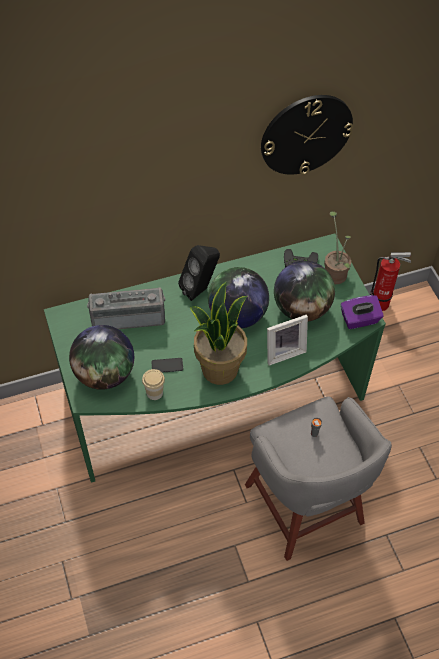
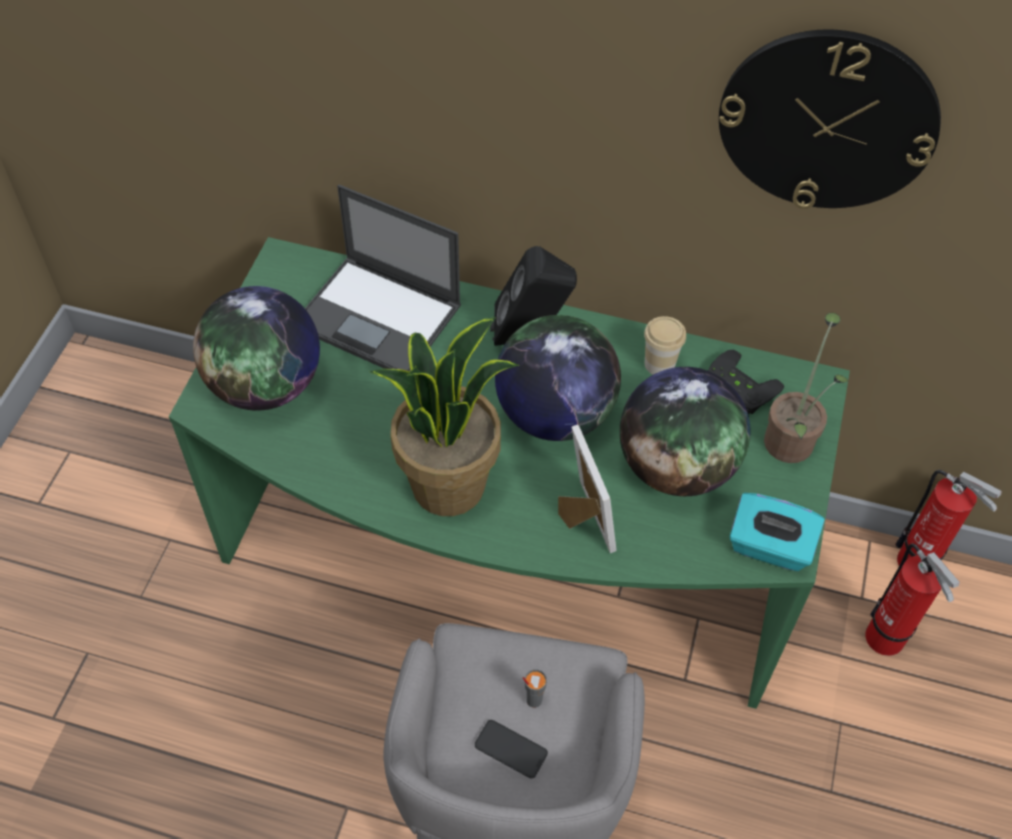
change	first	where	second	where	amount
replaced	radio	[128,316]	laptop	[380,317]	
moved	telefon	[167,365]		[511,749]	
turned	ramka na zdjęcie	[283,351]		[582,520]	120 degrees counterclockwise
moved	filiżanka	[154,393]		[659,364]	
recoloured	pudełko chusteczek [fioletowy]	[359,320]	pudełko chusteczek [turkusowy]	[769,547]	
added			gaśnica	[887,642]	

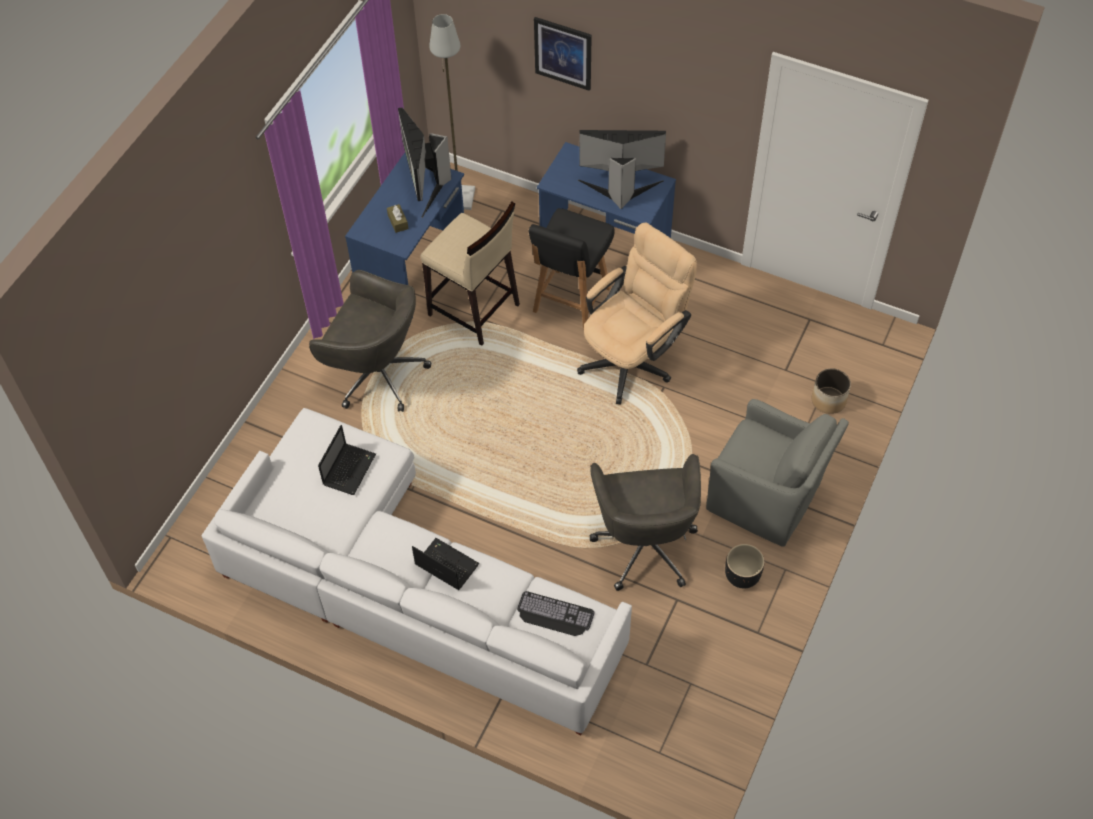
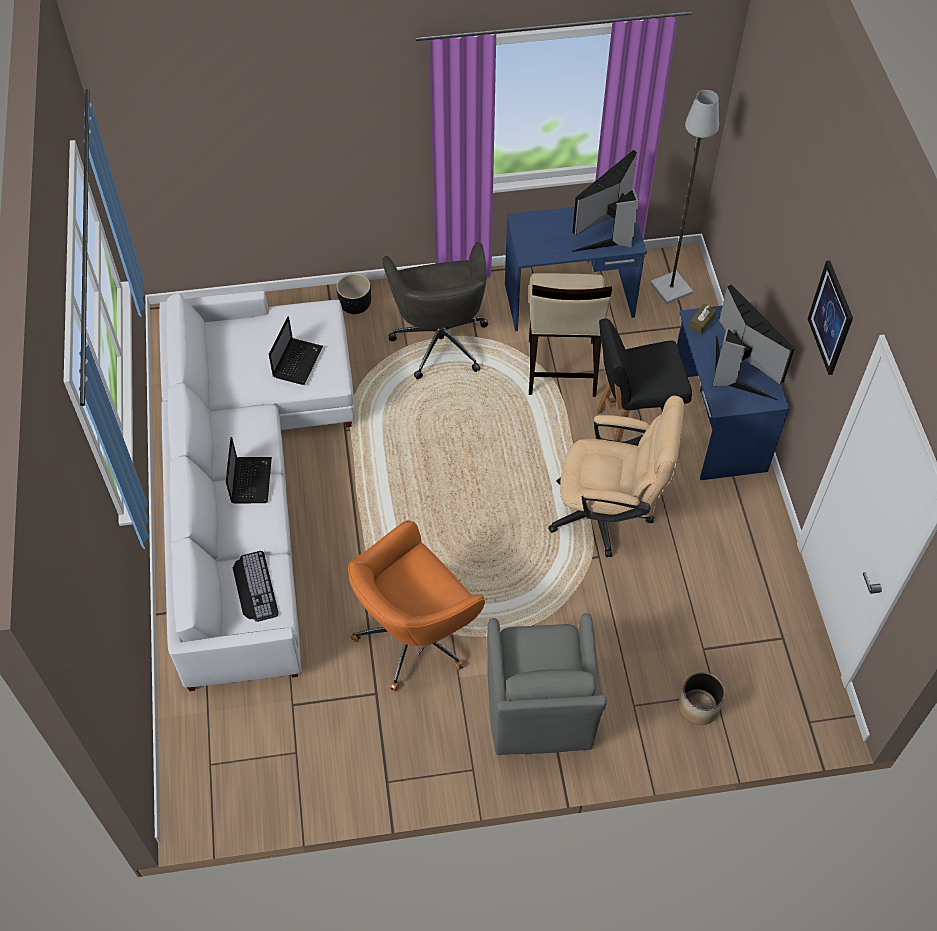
change	first	where	second	where	amount
turned	laptop	[349,468]		[298,361]	60 degrees counterclockwise
moved	donica [czarny]	[742,575]		[355,305]	
recoloured	krzesło biurowe [szary]	[645,544]	krzesło biurowe [pomarańczowy]	[415,635]	
moved	pudełko chusteczek [brązowy]	[398,222]		[701,322]	
moved	obraz	[563,53]		[831,318]	

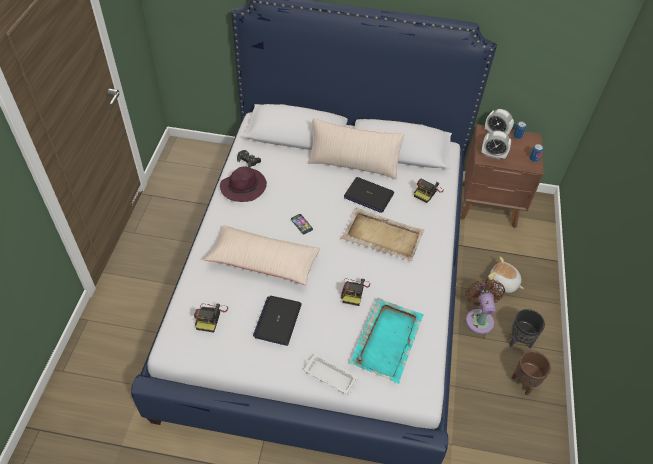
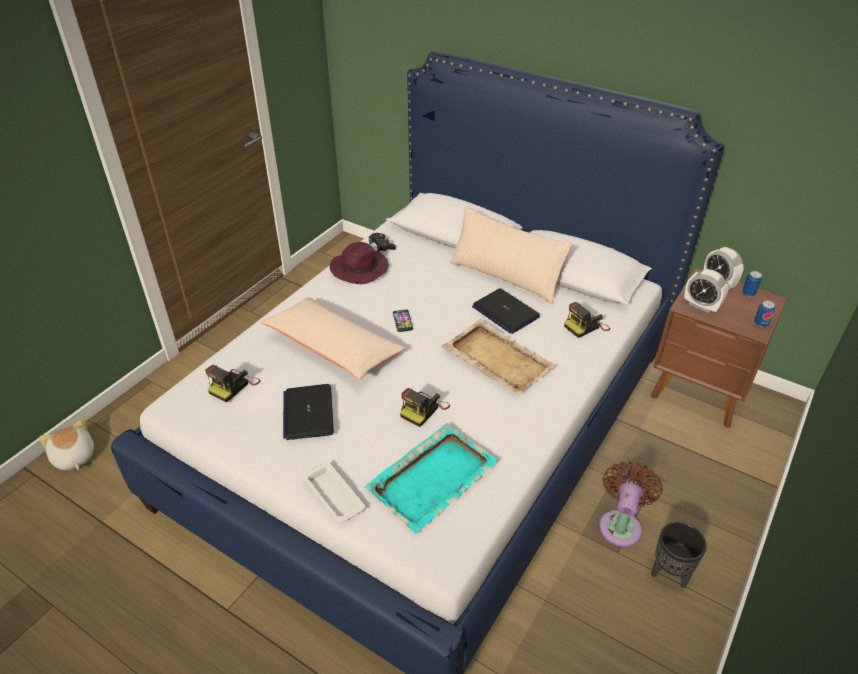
change	first	where	second	where	amount
moved	pluszak	[502,283]		[73,457]	
turned	laptop	[277,320]		[308,412]	45 degrees counterclockwise
removed	donica [brązowy]	[524,383]			

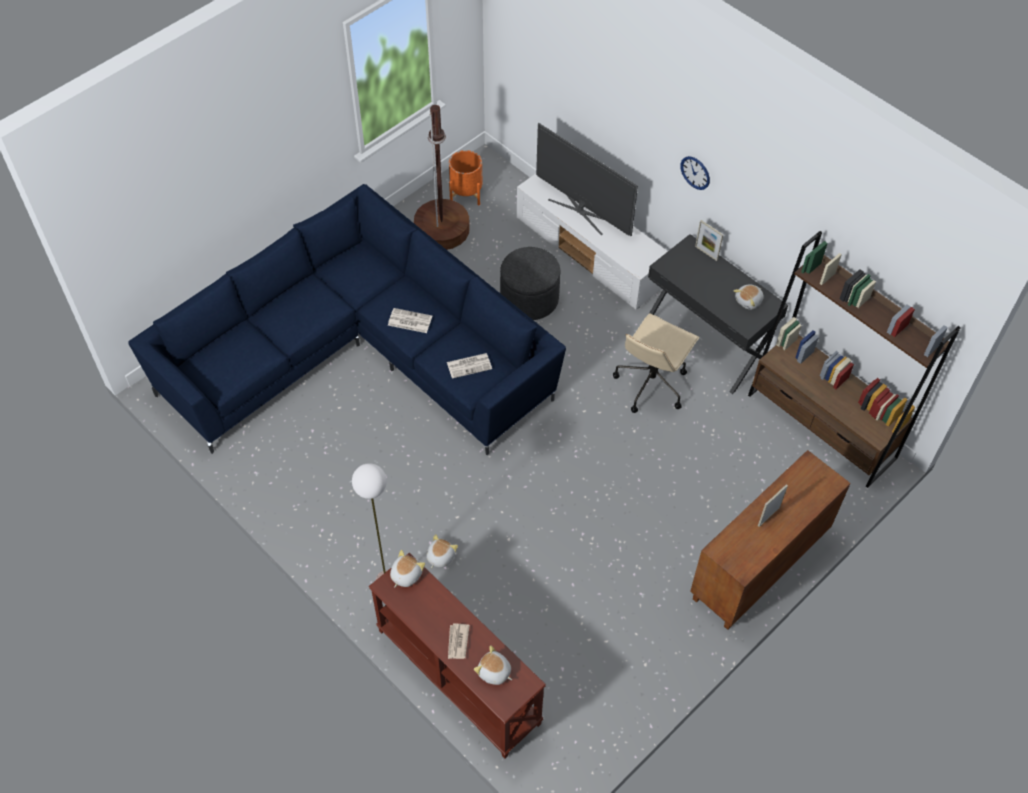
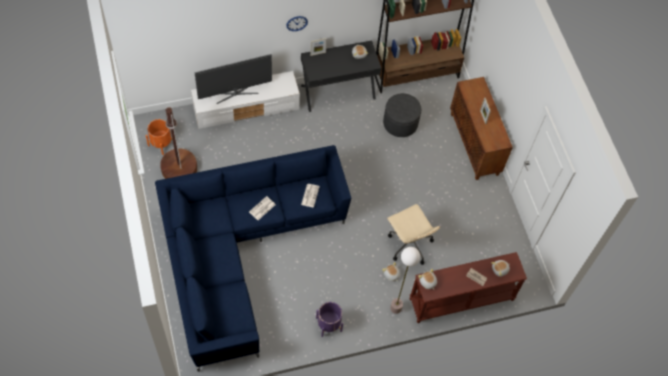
change	first	where	second	where	amount
added			donica [fioletowy]	[328,324]	
moved	pufa [szary]	[529,298]		[400,123]	
moved	krzesło biurowe [beżowy]	[651,383]		[409,244]	

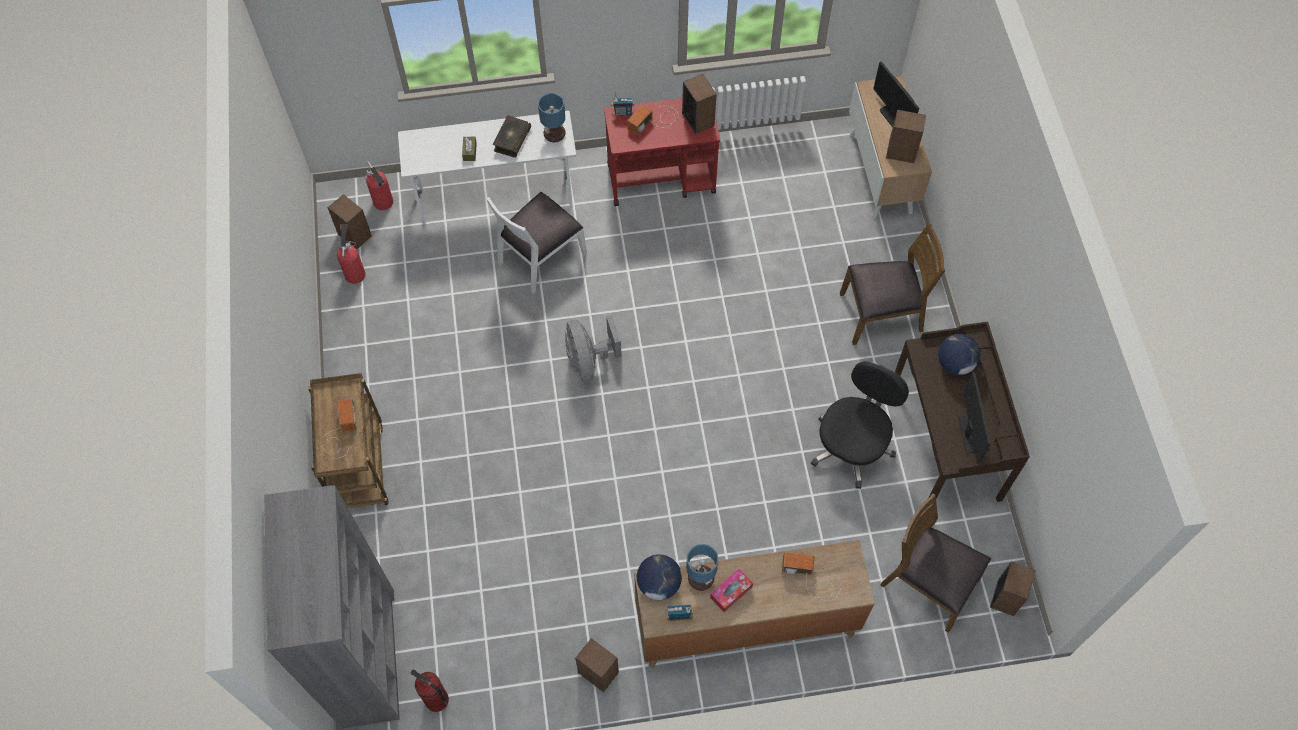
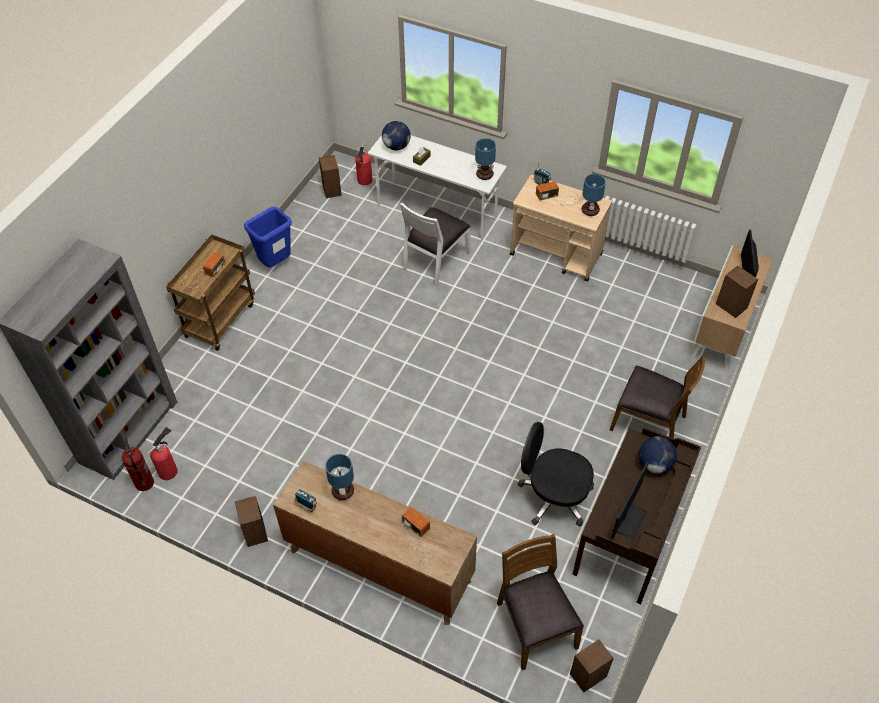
change	first	where	second	where	amount
moved	gaśnica	[355,272]		[169,470]	
added			kosz na śmieci [niebieski]	[276,263]	
moved	globus	[658,584]		[396,146]	
turned	krzesło [biały]	[540,257]		[435,260]	45 degrees counterclockwise
recoloured	wózek [czerwony]	[662,179]	wózek [beżowy]	[556,254]	
turned	krzesło biurowe [czarny]	[852,446]		[553,496]	135 degrees counterclockwise
replaced	głośnik	[698,119]	lampa stołowa	[590,211]	
removed	książka	[511,140]			
removed	wentylator [szary]	[589,361]			
removed	pudełko chusteczek	[731,592]			

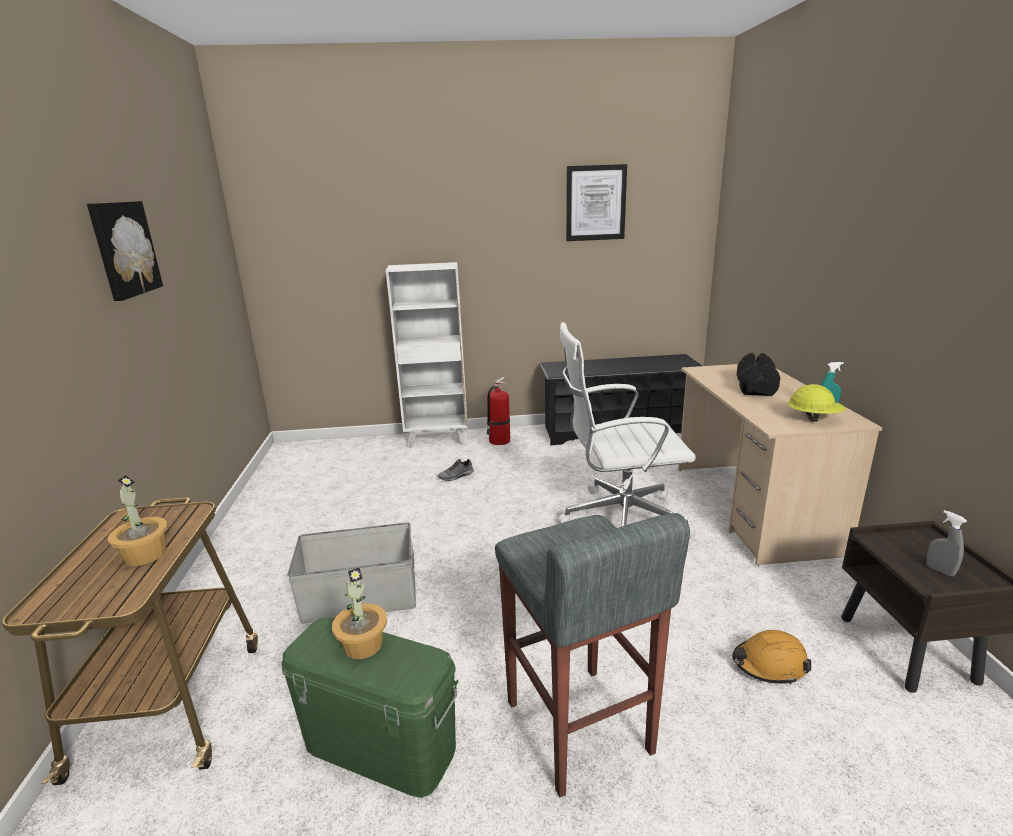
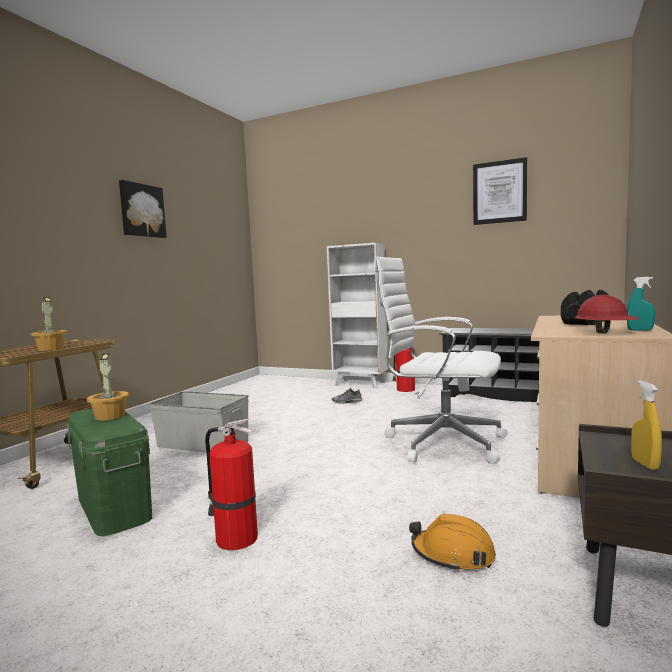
change	first	where	second	where	amount
replaced	stołek [szary]	[577,729]	gaśnica	[234,538]	
recoloured	kask [żółty]	[813,418]	kask [czerwony]	[606,333]	
recoloured	spryskiwacz [szary]	[940,570]	spryskiwacz [żółty]	[645,464]	

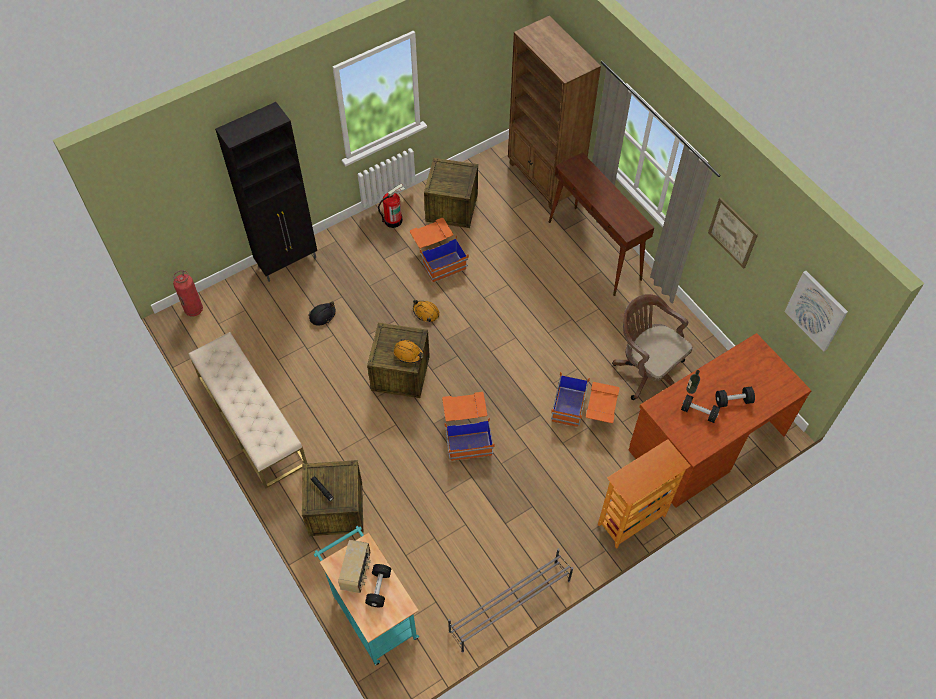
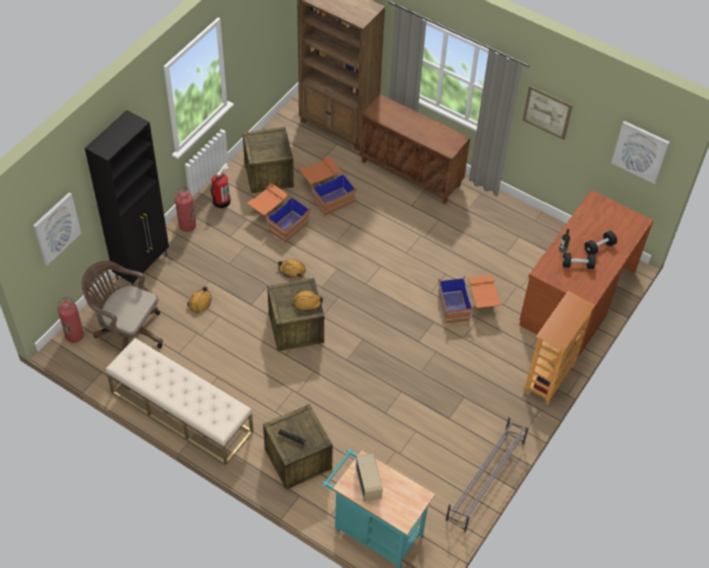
change	first	where	second	where	amount
added			obraz	[56,228]	
moved	krzesło biurowe [brązowy]	[646,369]		[127,332]	
added			gaśnica	[187,226]	
recoloured	kask [czarny]	[322,315]	kask [pomarańczowy]	[200,302]	
moved	pojemnik do przechowywania [pomarańczowy]	[467,432]		[327,193]	
replaced	stolik konsolowy [brązowy]	[594,251]	szafka [brązowy]	[411,173]	
removed	hantel [czarny]	[379,588]			

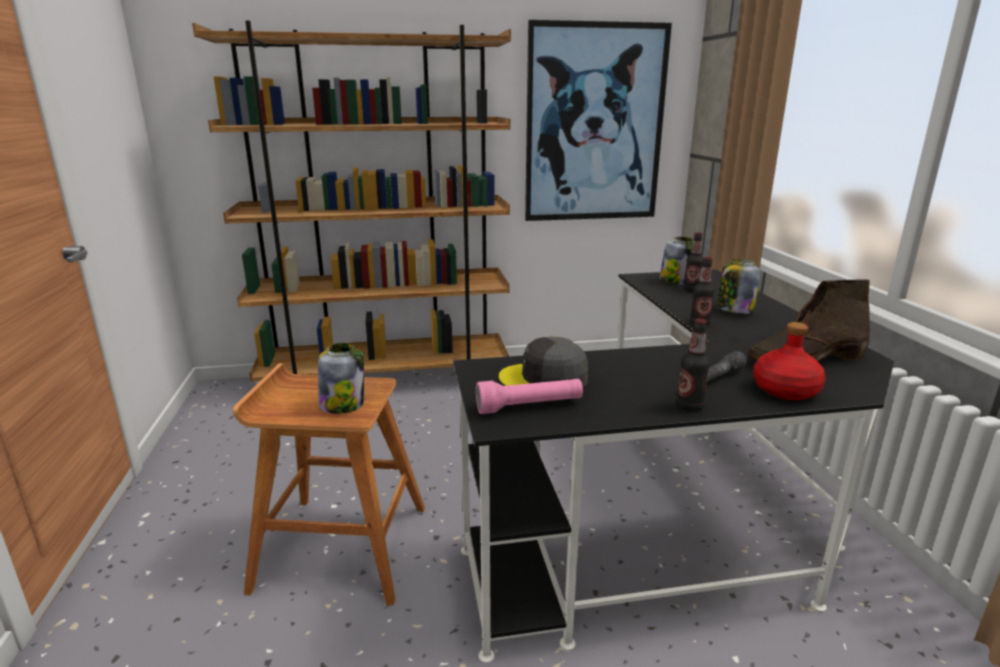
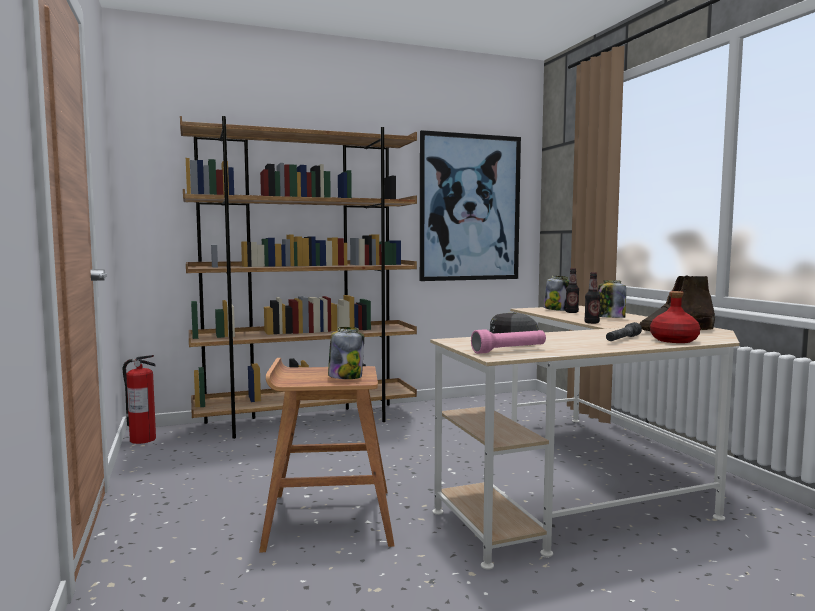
change	first	where	second	where	amount
added			gaśnica	[142,439]	
recoloured	biurko [czarny]	[673,515]	biurko [beżowy]	[589,480]	
removed	butelka	[689,407]			

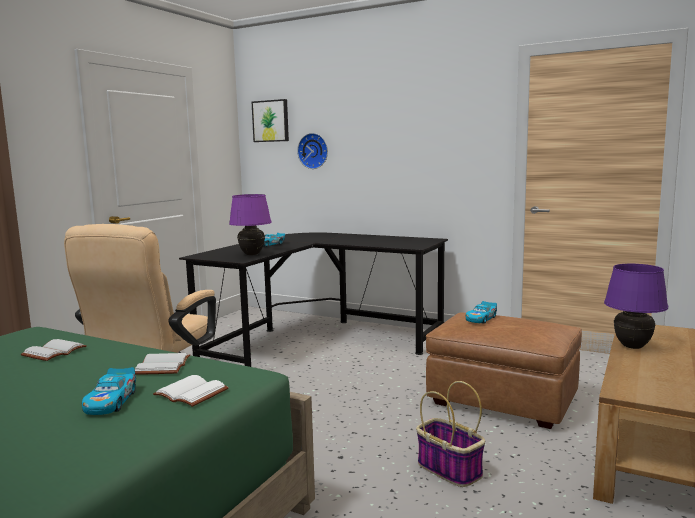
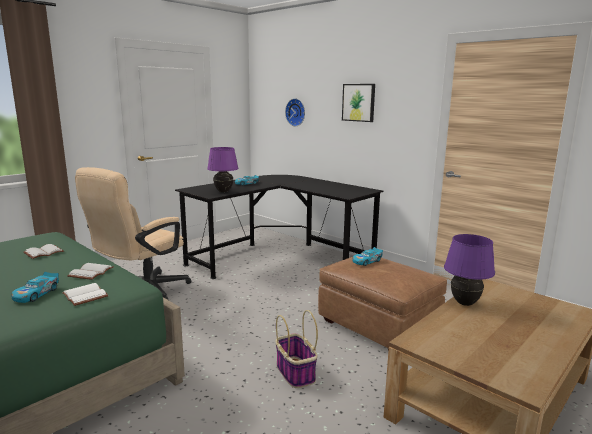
change	first	where	second	where	amount
moved	obraz	[271,121]		[359,102]	

